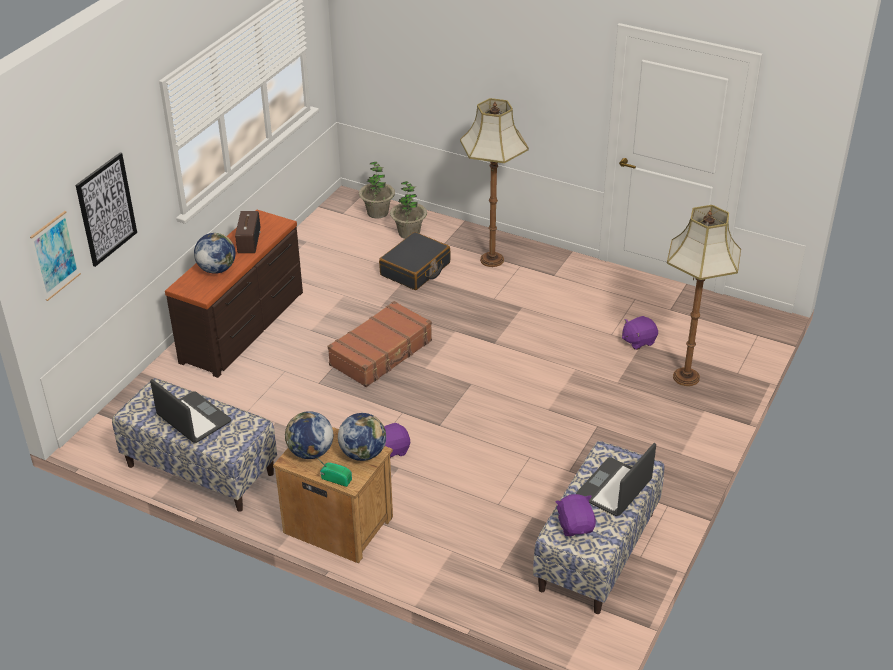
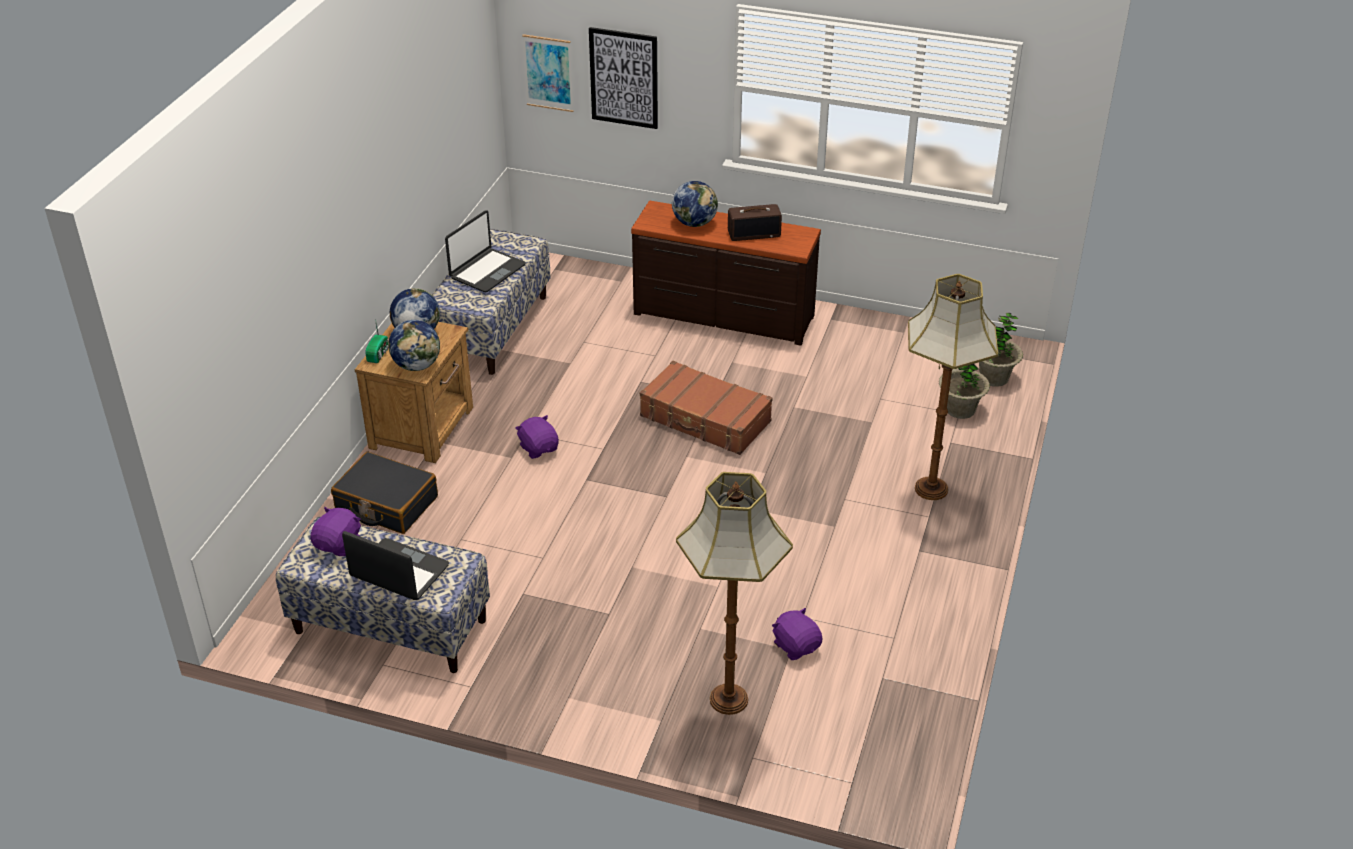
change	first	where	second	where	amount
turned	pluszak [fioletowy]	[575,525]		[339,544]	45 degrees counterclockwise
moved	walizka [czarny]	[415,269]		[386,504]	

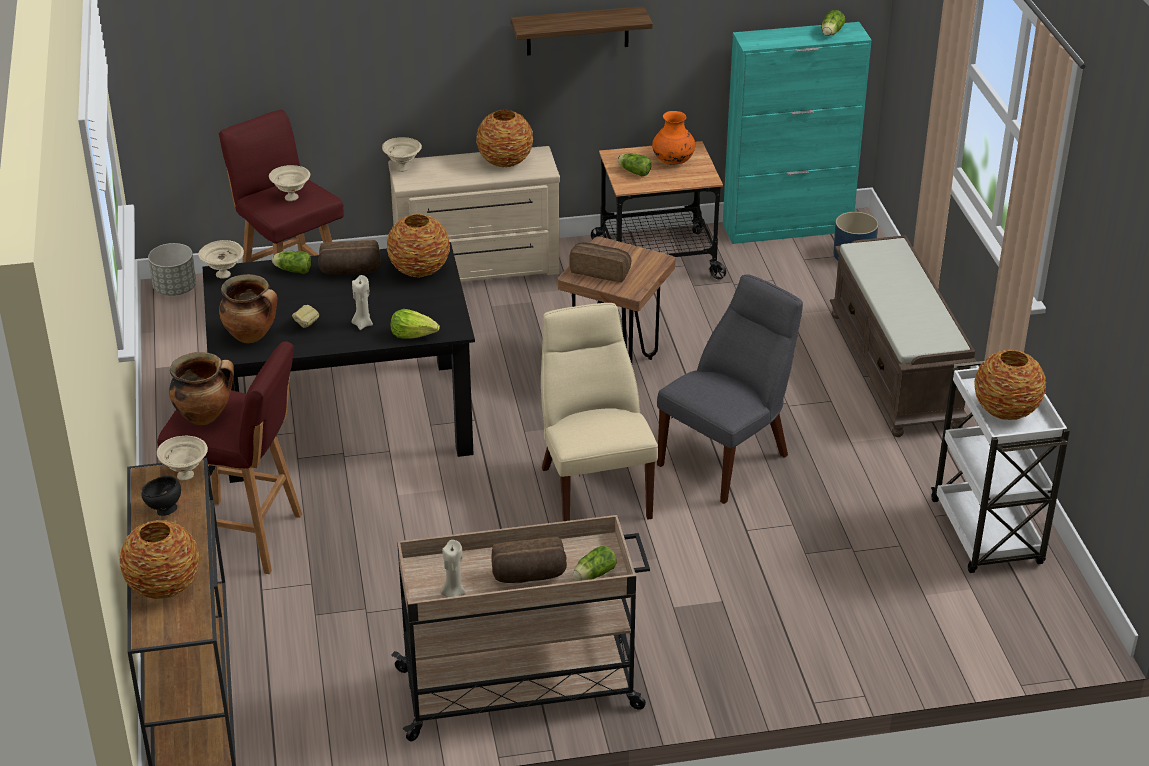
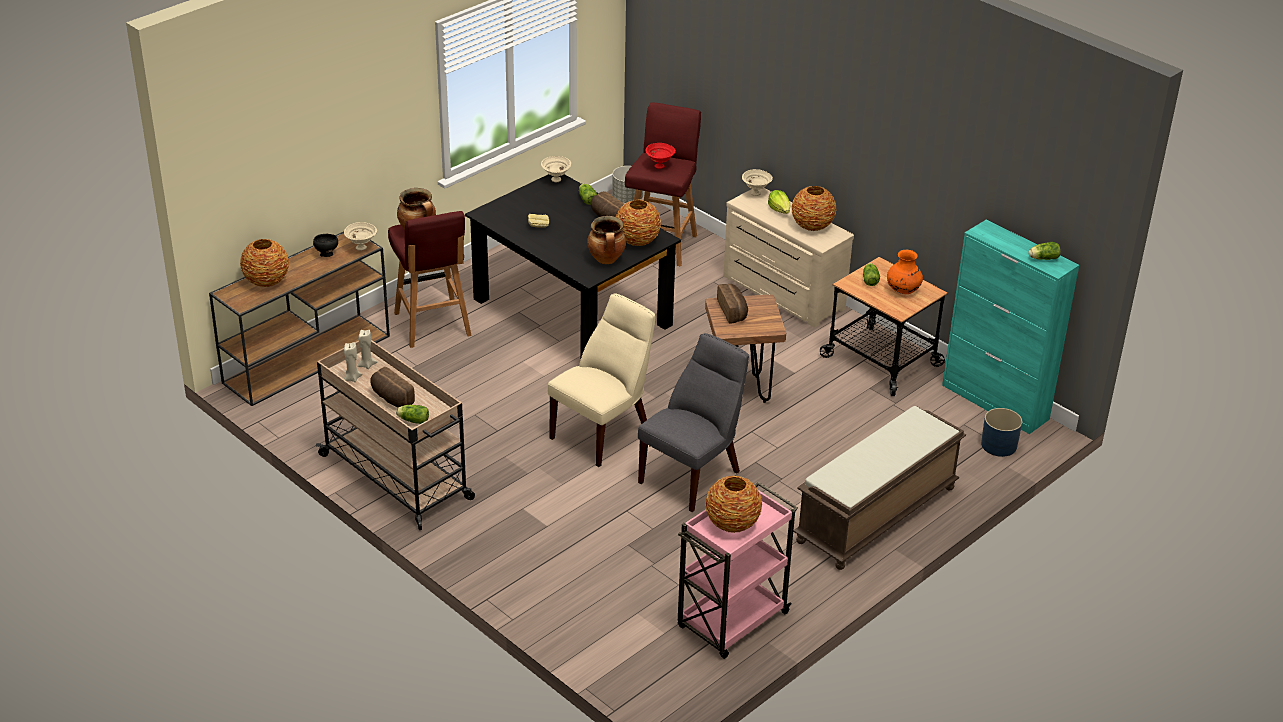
change	first	where	second	where	amount
moved	świeca [beżowy]	[362,324]		[366,365]	
moved	garnek	[252,336]		[607,260]	
turned	krzesło [szary]	[728,458]		[693,475]	60 degrees counterclockwise
recoloured	miska [beżowy]	[291,197]	miska [czerwony]	[660,166]	
recoloured	wózek [biały]	[987,534]	wózek [różowy]	[731,622]	
moved	sałata	[413,334]		[780,210]	
removed	półka	[577,31]			

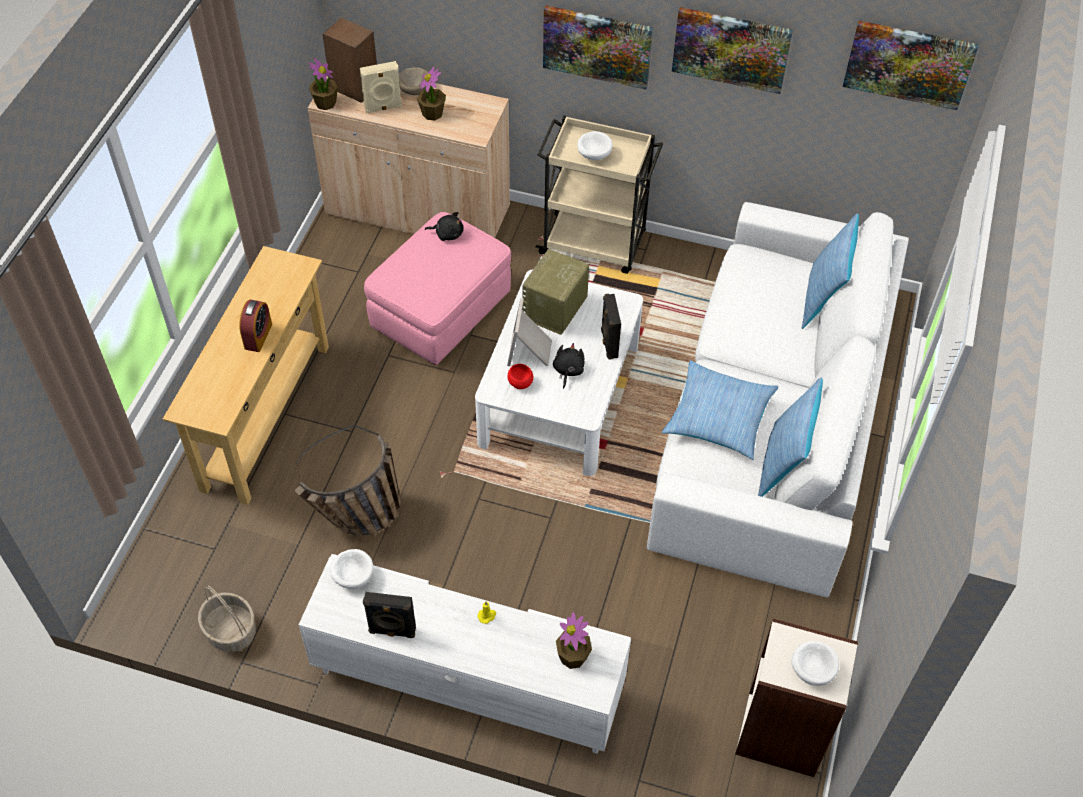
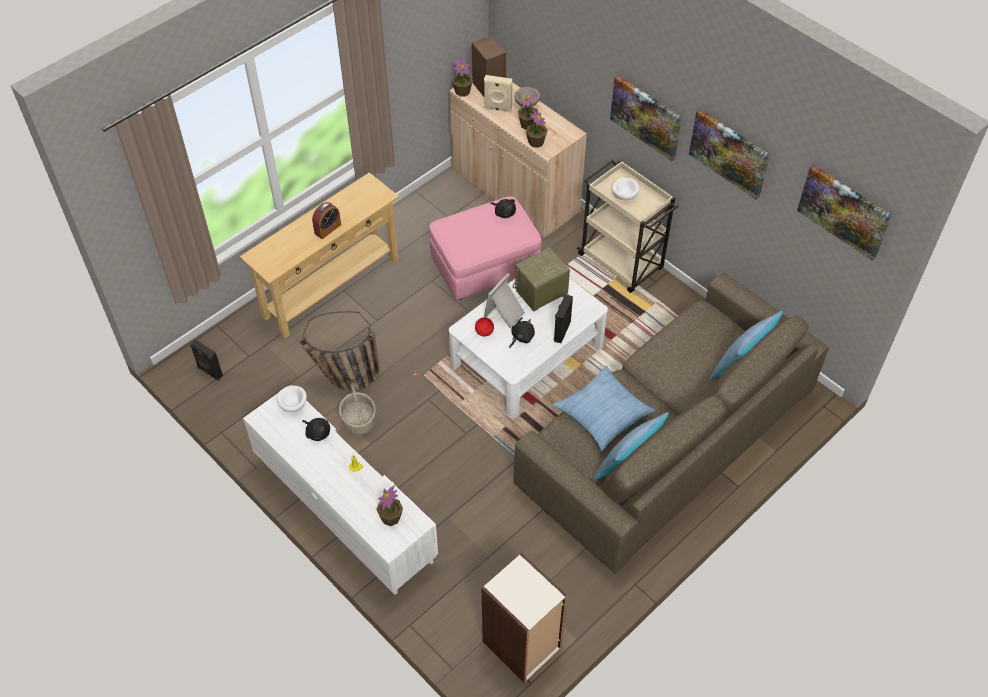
change	first	where	second	where	amount
moved	głośnik [czarny]	[392,631]		[209,372]	
added			pluszak [czarny]	[317,432]	
moved	koszyk	[231,631]		[359,421]	
recoloured	kanapa [biały]	[772,417]	kanapa [brązowy]	[665,436]	
added			roślina doniczkowa	[536,142]	
removed	miska [biały]	[812,669]			

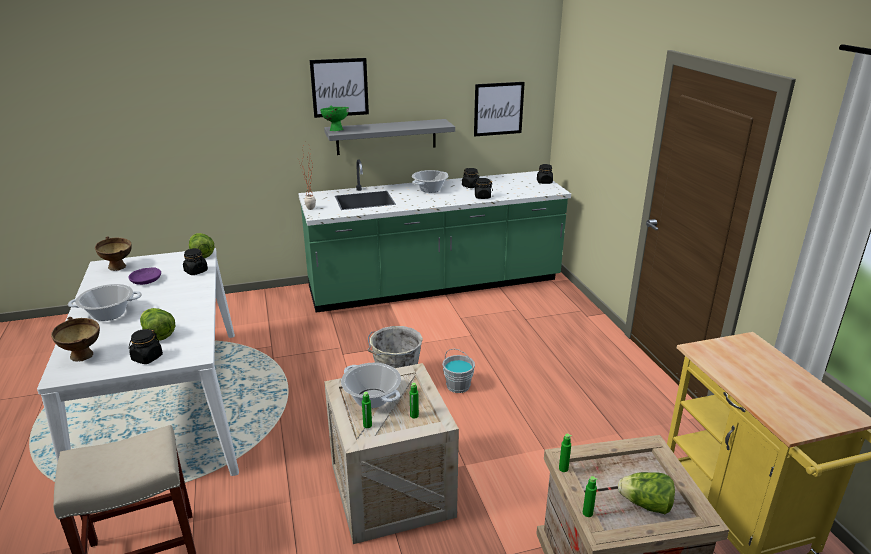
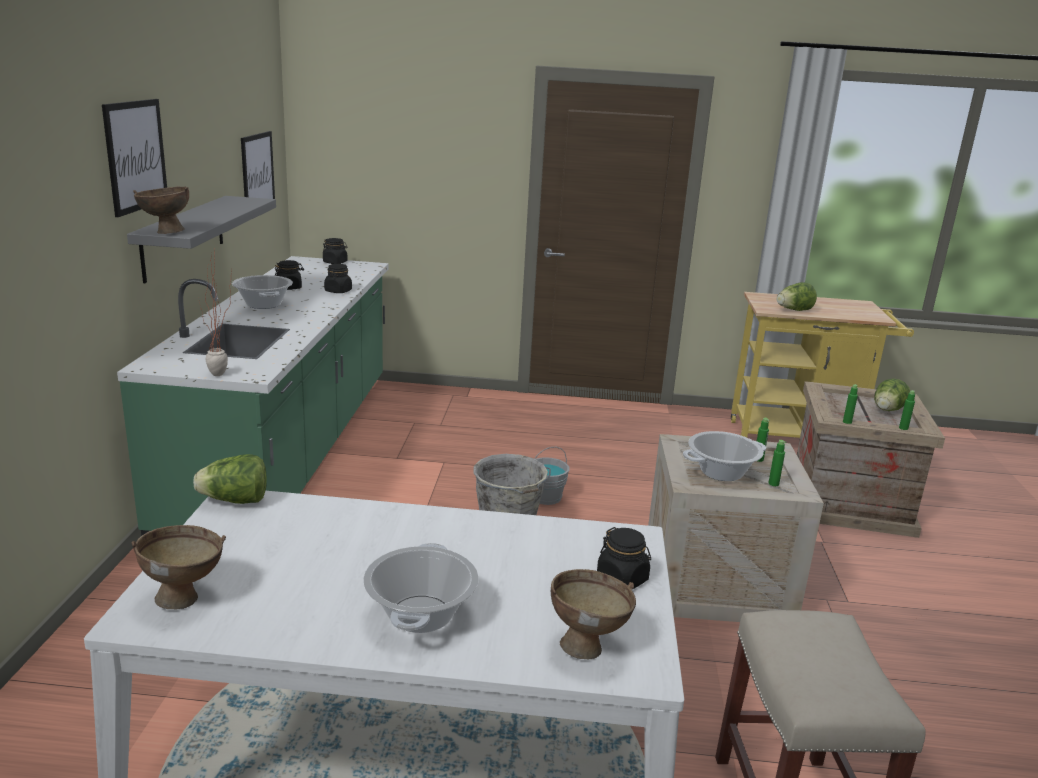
change	first	where	second	where	amount
recoloured	miska [zielony]	[335,130]	miska [brązowy]	[164,231]	
moved	sałata	[158,334]		[794,310]	
removed	miska [fioletowy]	[146,280]			
removed	słoik [czarny]	[196,271]			

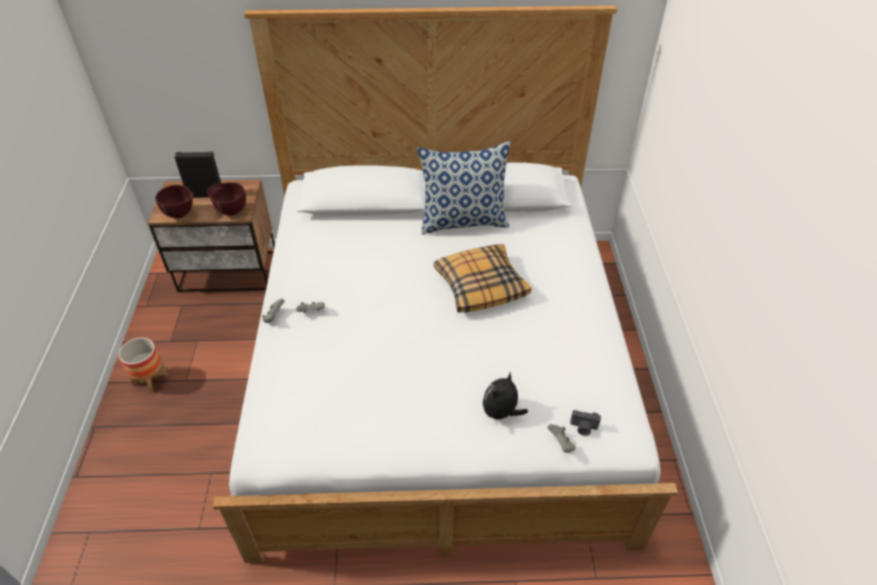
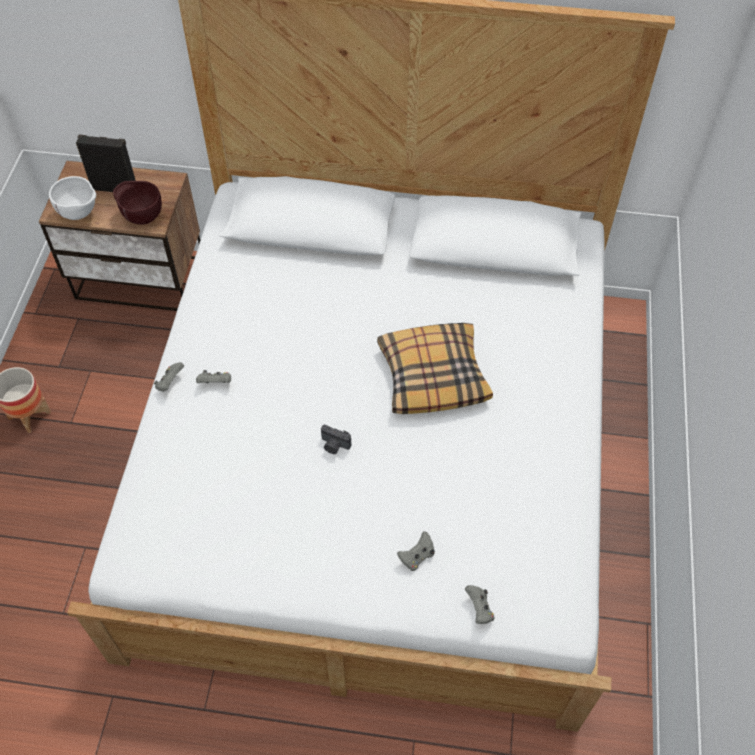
change	first	where	second	where	amount
recoloured	miska [brązowy]	[181,215]	miska [biały]	[80,215]	
moved	aparat fotograficzny	[583,428]		[334,445]	
replaced	pluszak	[501,413]	pad do gier [szary]	[417,557]	
removed	poduszka	[463,221]			

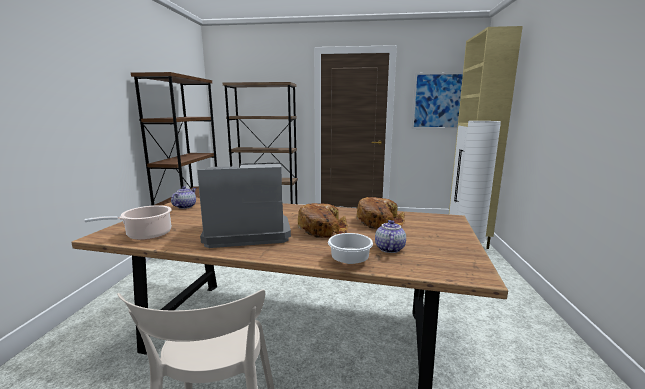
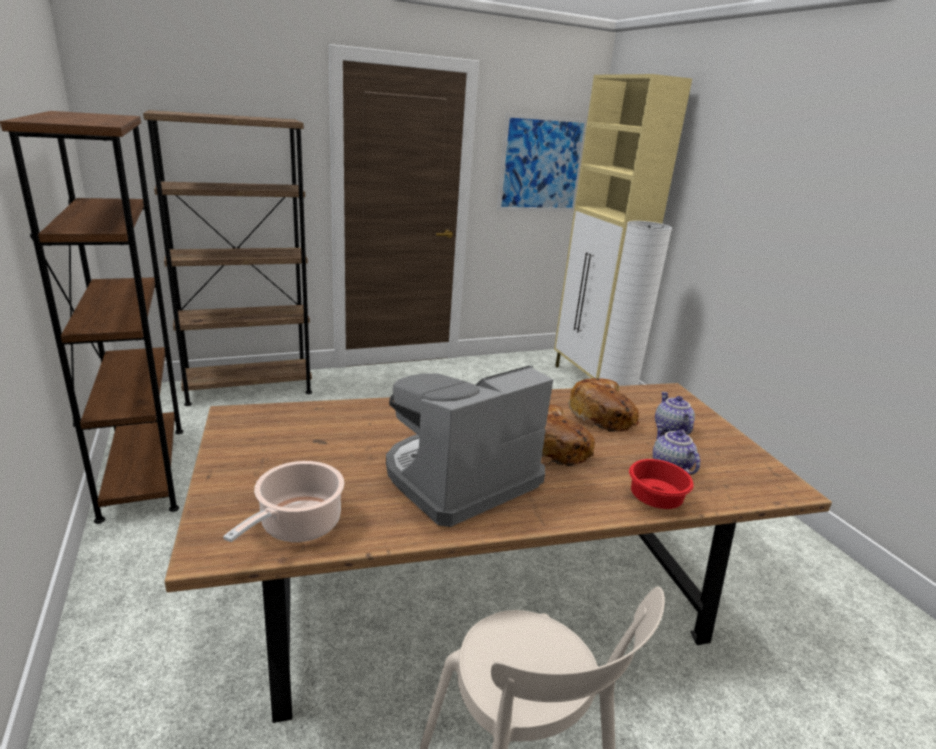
change	first	where	second	where	amount
recoloured	miska [biały]	[349,261]	miska [czerwony]	[656,501]	
moved	imbryk	[185,206]		[670,429]	

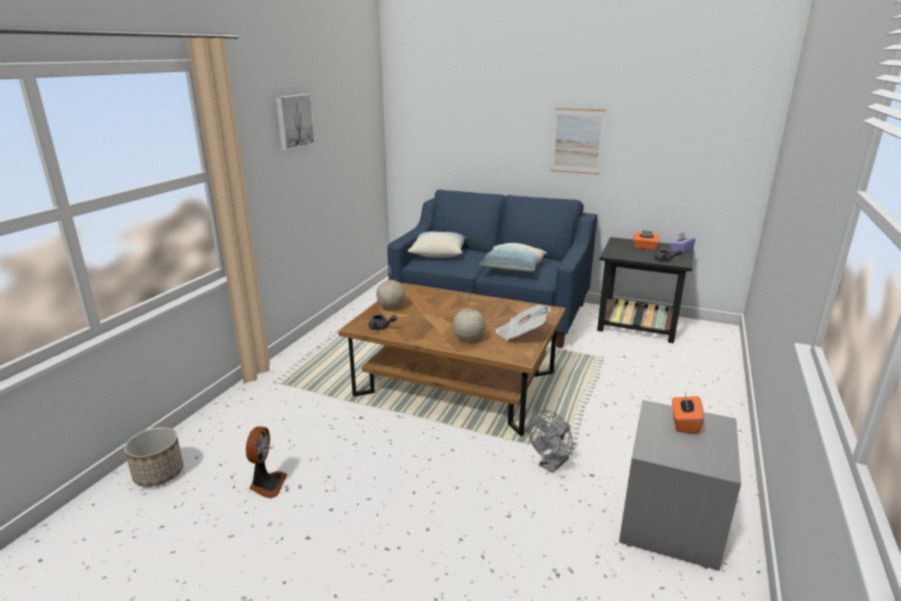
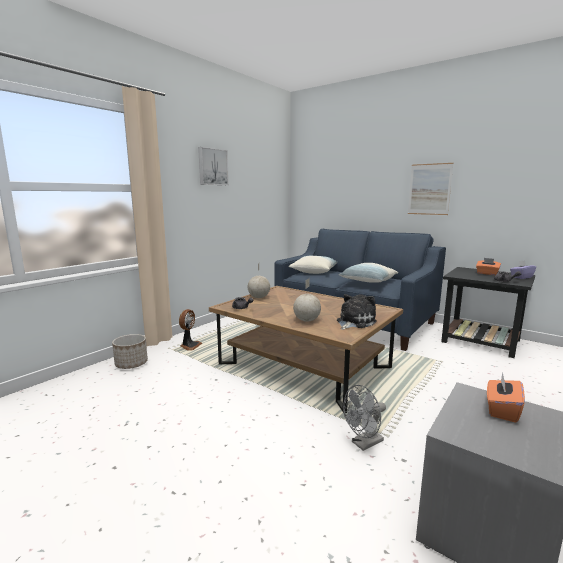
change	first	where	second	where	amount
moved	donica	[159,474]		[131,364]	
moved	wentylator	[266,484]		[189,346]	
replaced	gazeta	[521,335]	pluszak	[354,322]	

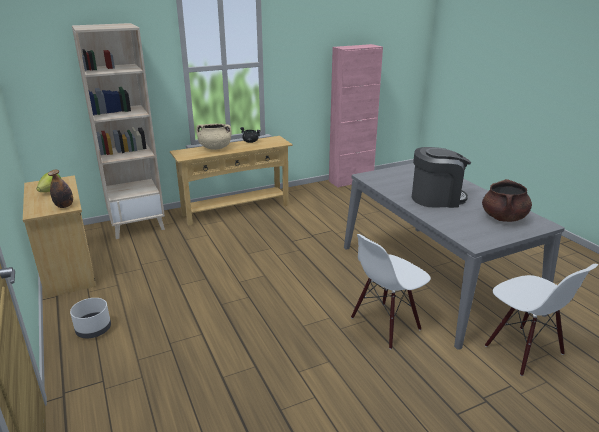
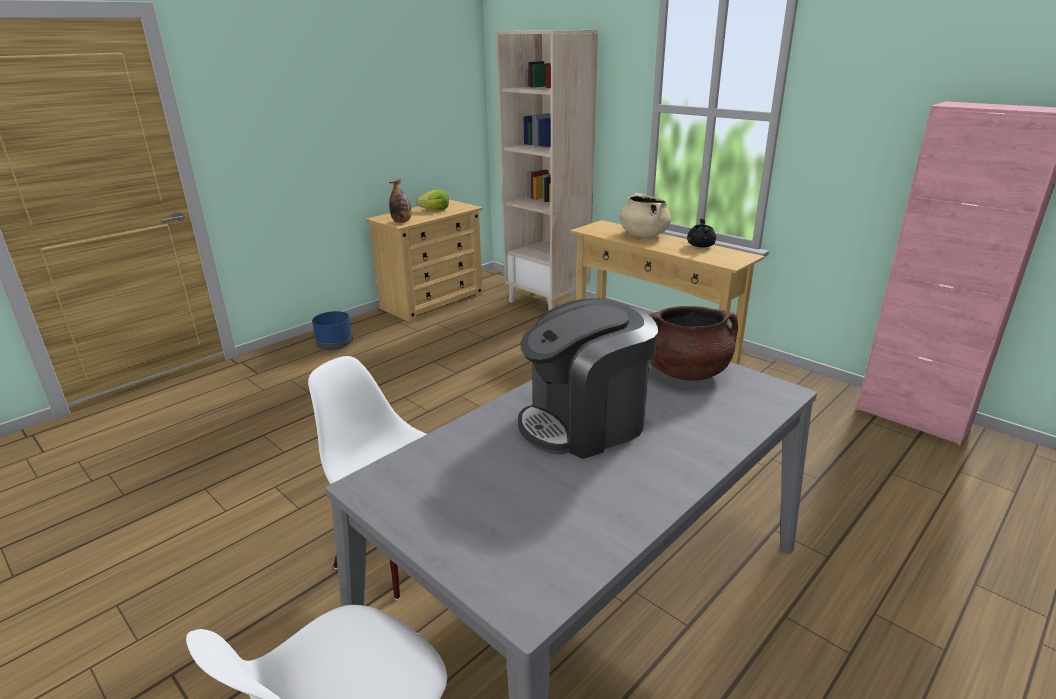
change	first	where	second	where	amount
recoloured	donica [biały]	[93,329]	donica [niebieski]	[335,344]	
turned	ekspres do kawy	[436,198]		[584,423]	90 degrees clockwise
moved	garnek [brązowy]	[503,218]		[685,372]	

